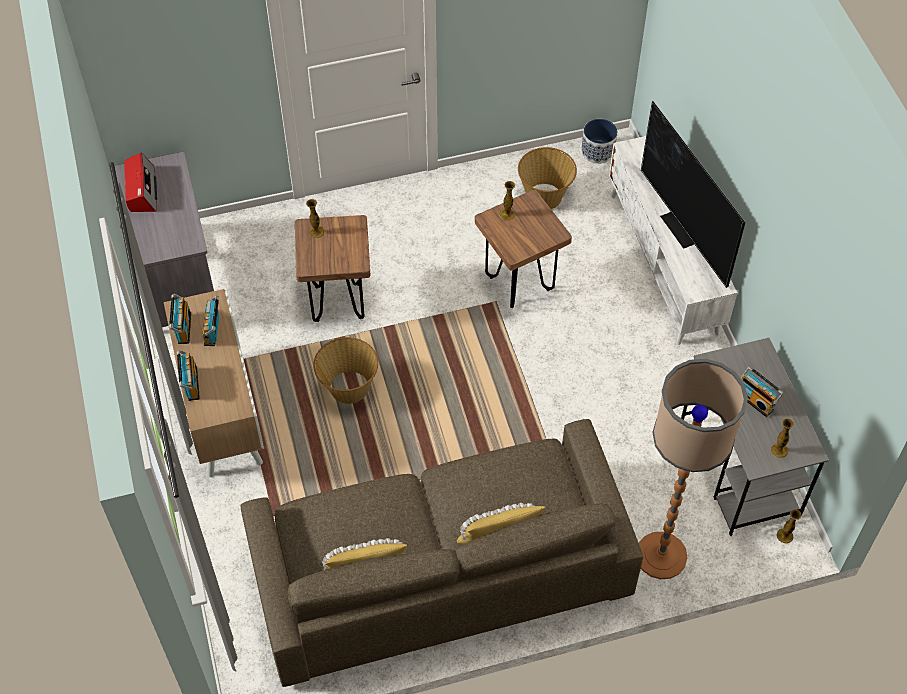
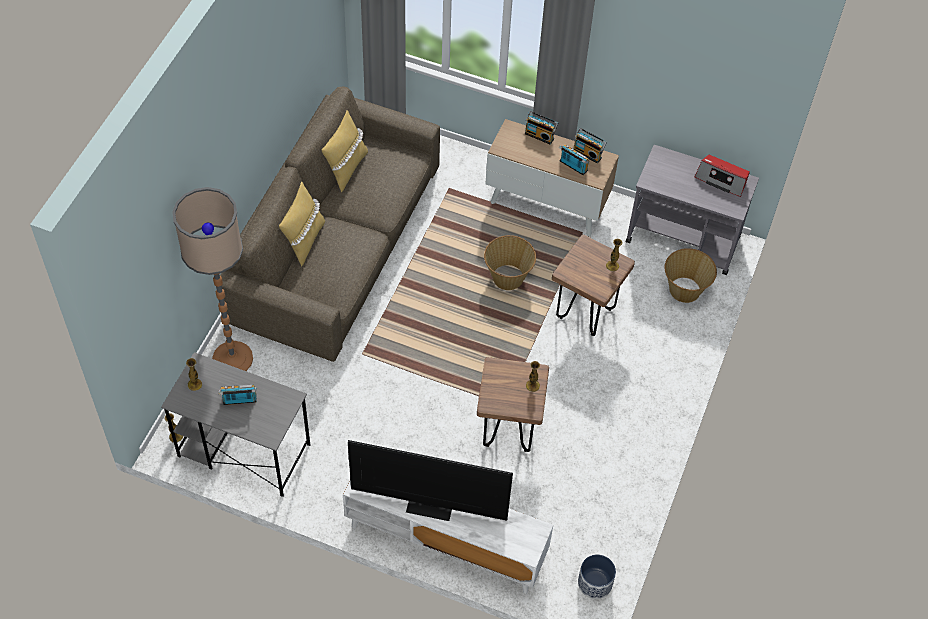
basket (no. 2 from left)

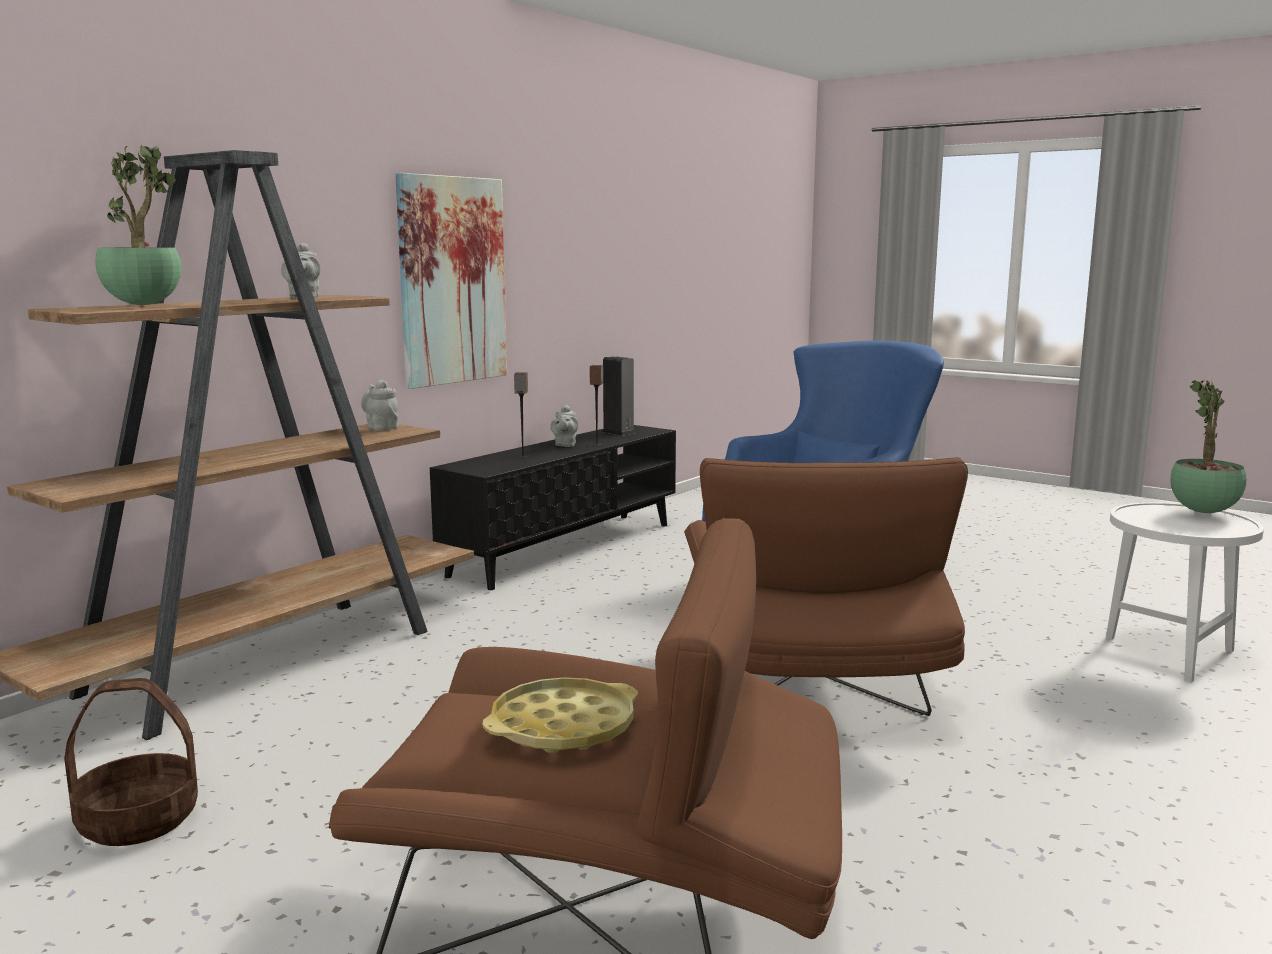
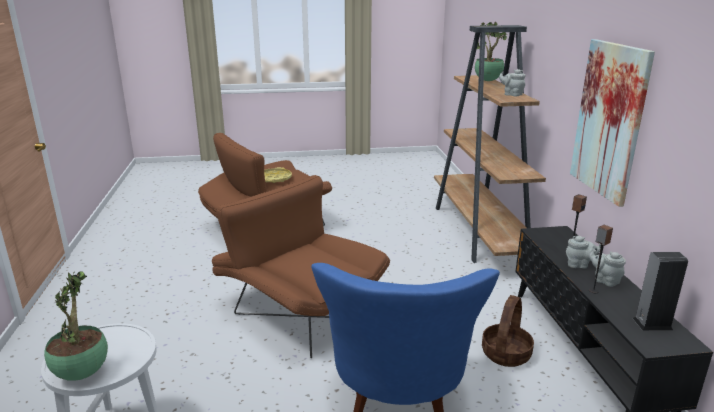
grey_teapot (no. 2 from left); basket

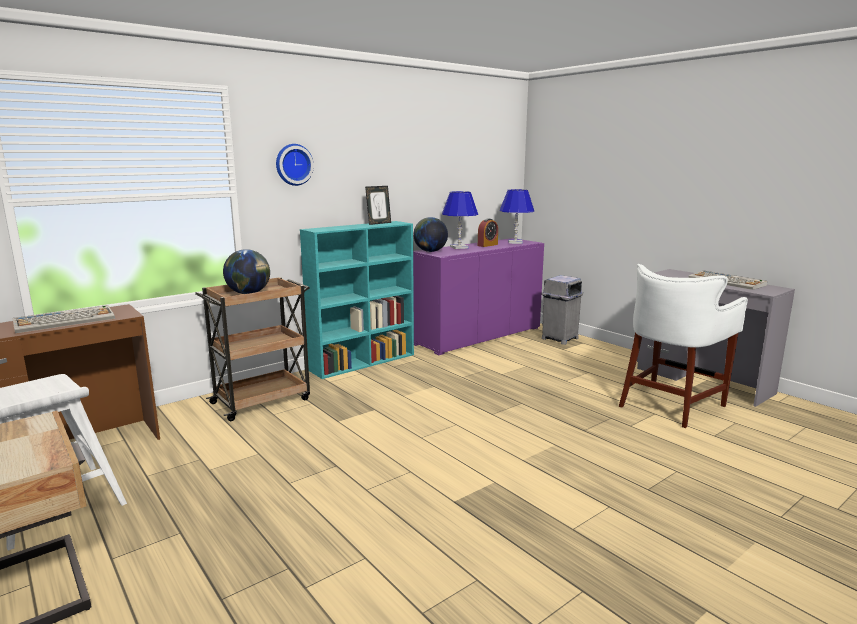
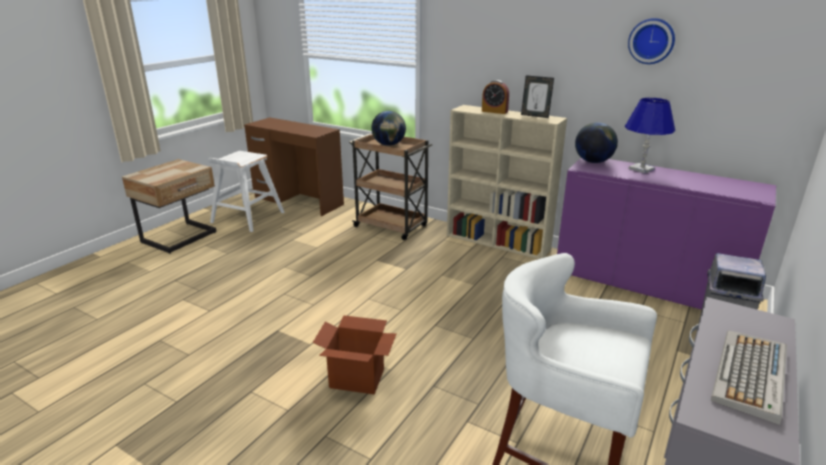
wall_clock; blue_table_lamp (no. 2 from left in the first image); alarm_clock; beige_bookcase; keyboard (no. 1 from left in the first image); cardboard_box

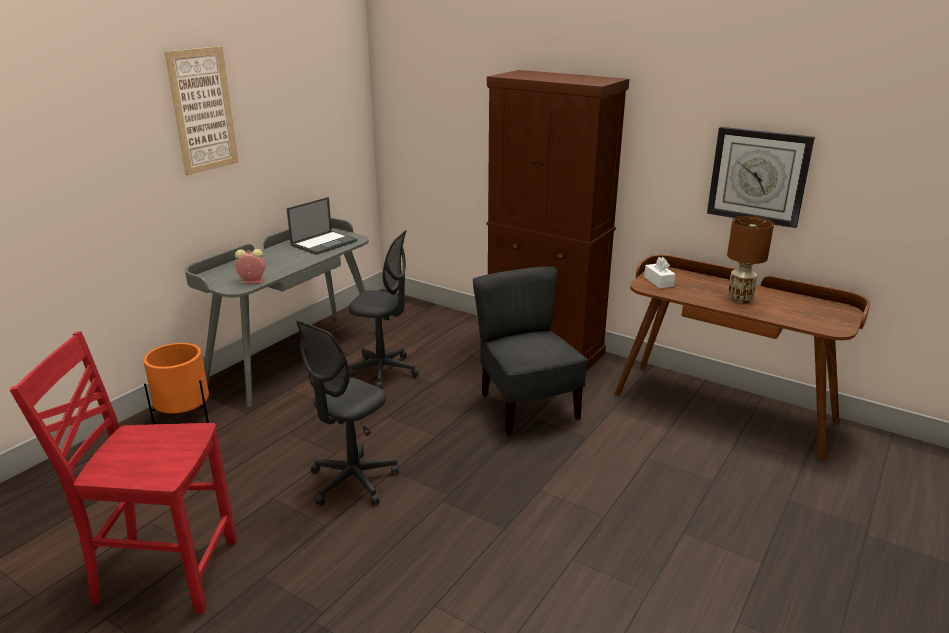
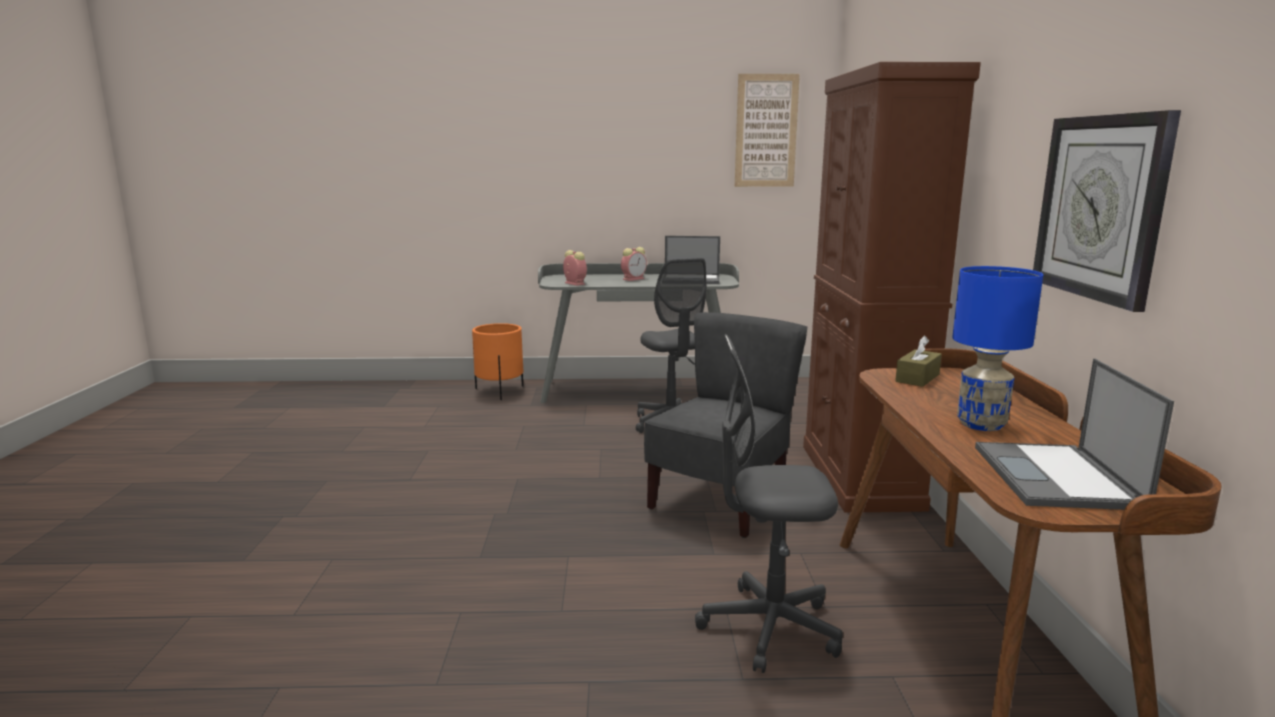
picture; blue_table_lamp; brown_tissue_box; grey_office_chair (no. 2 from left); red_chair; alarm_clock (no. 2 from left); laptop (no. 2 from left)

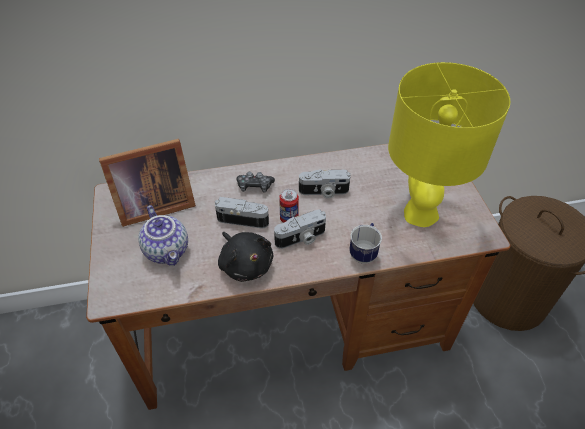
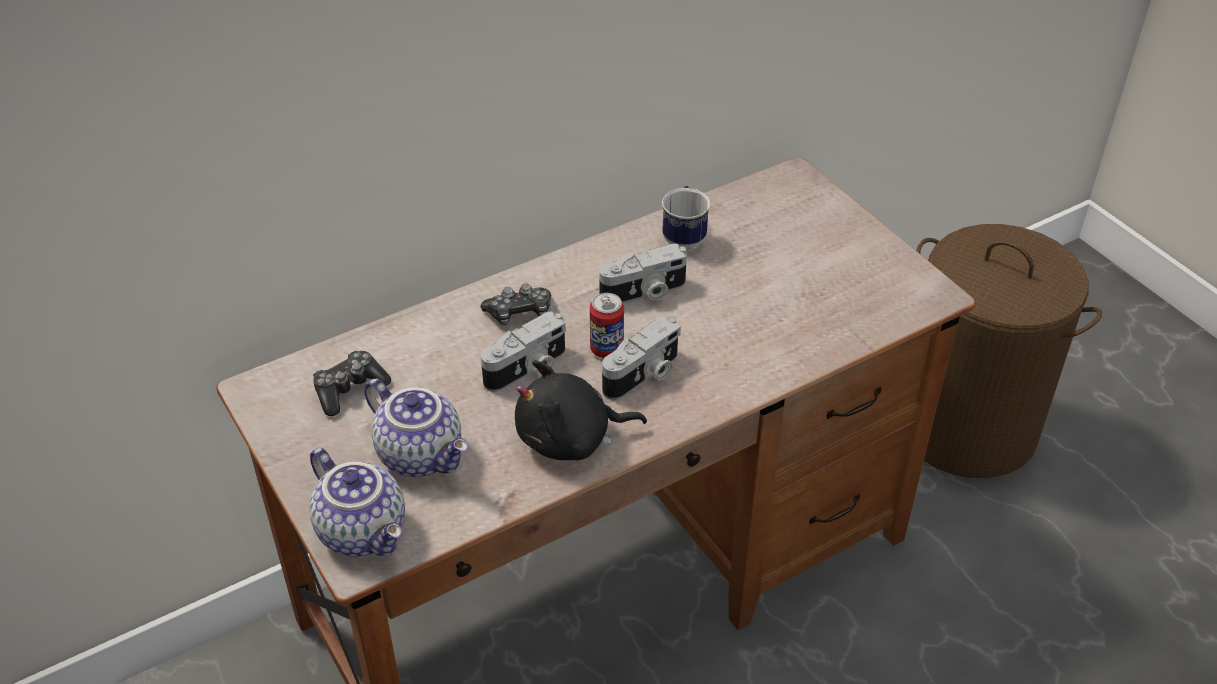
yellow_table_lamp; game_controller (no. 1 from left); photo_camera (no. 1 from left); mug; black_plush_toy; teapot (no. 1 from left)

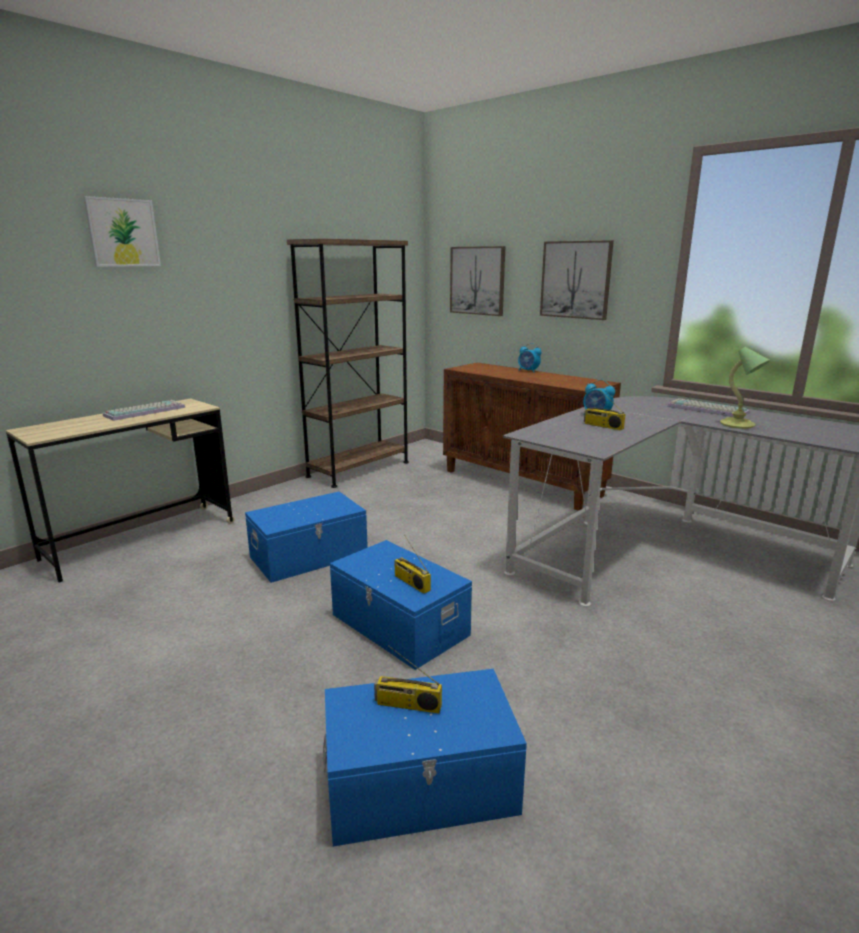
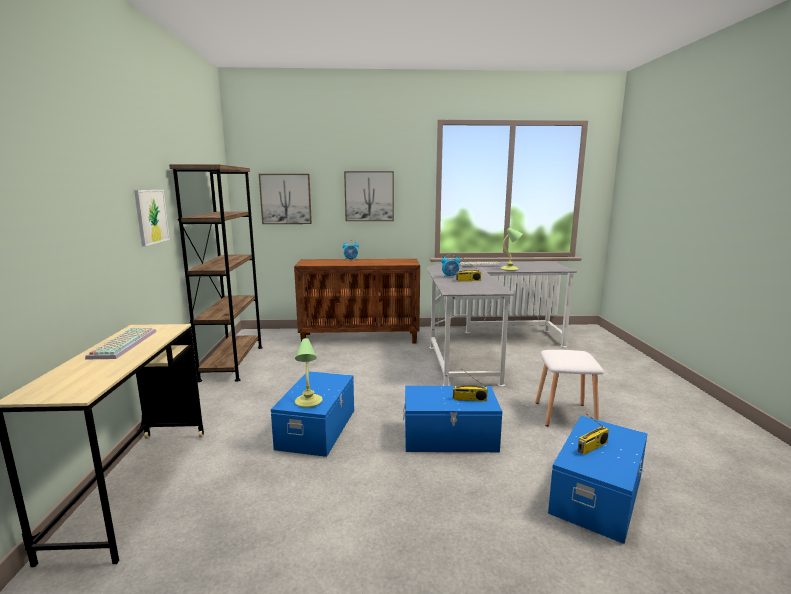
picture (no. 1 from left); table_lamp (no. 1 from left); white_stool

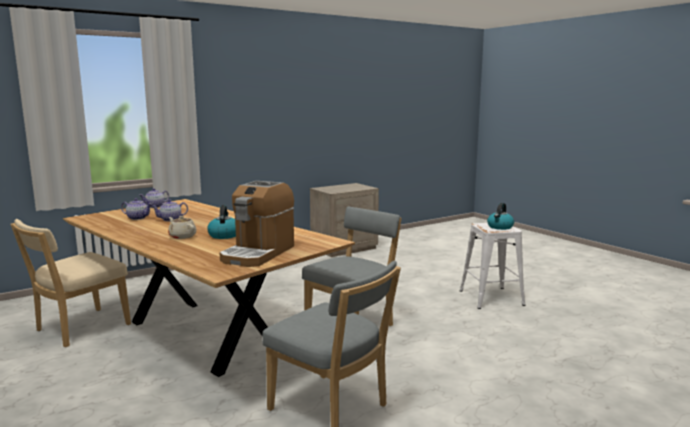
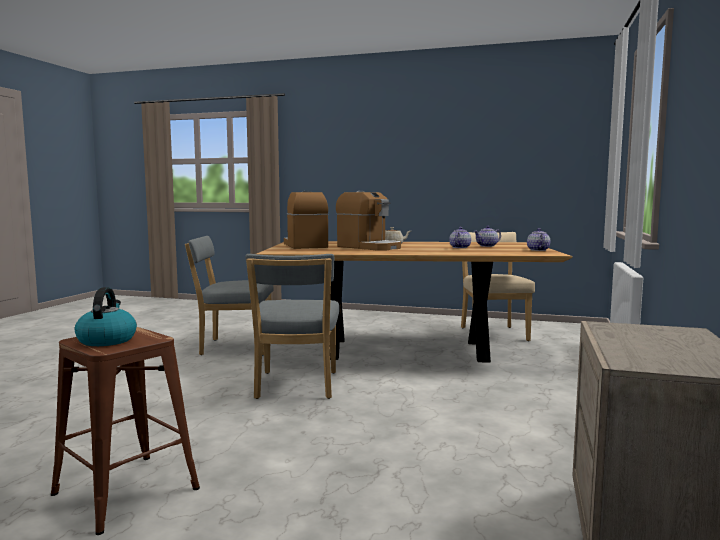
coffee_machine (no. 2 from left); brown_stool

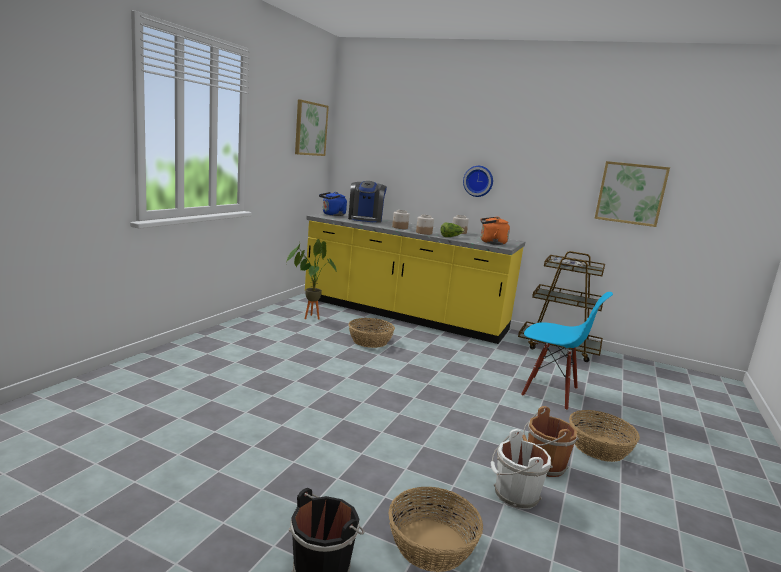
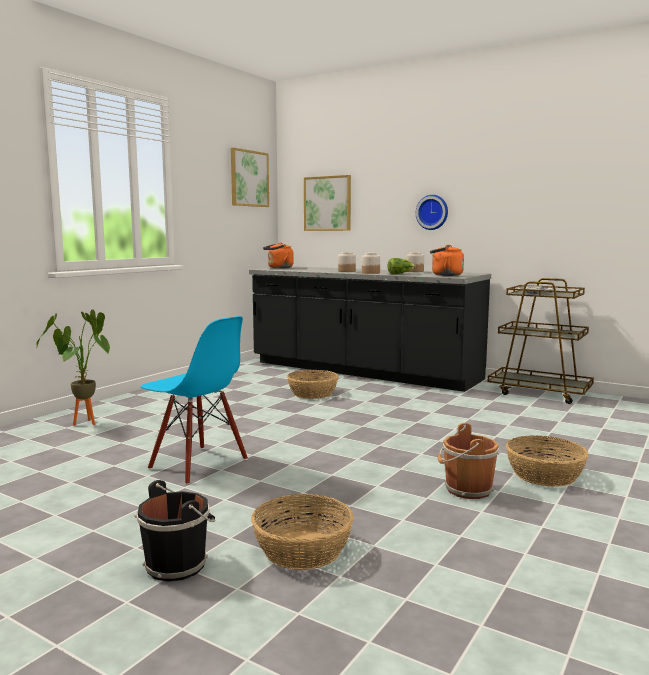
picture (no. 2 from left); coffee_machine; orange_kettle (no. 1 from left); black_counter; potted_plant; blue_chair; white_bucket

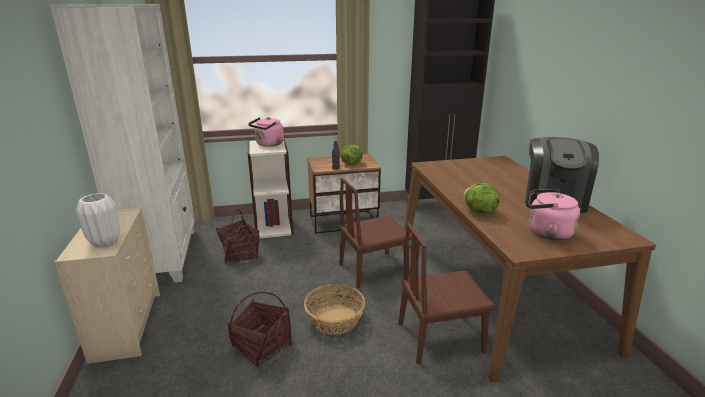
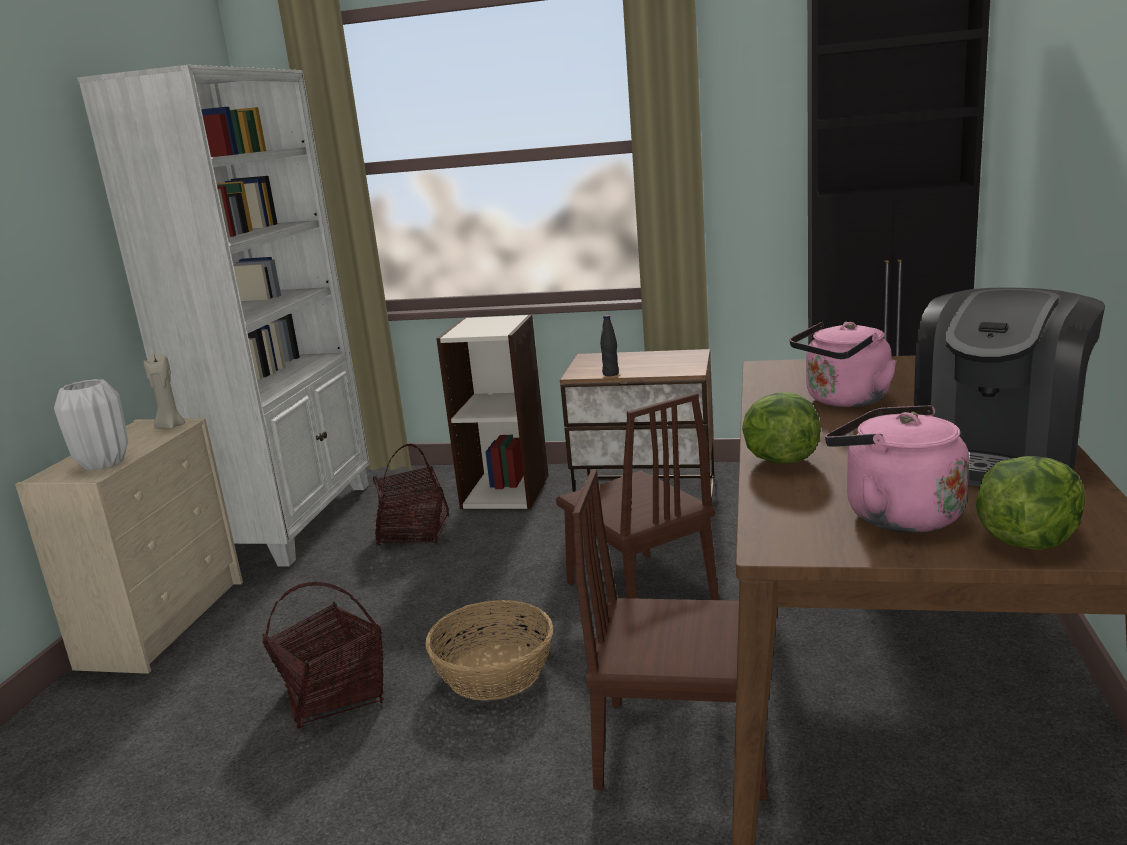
pink_kettle (no. 1 from left); lettuce (no. 2 from left); brown_chair (no. 1 from left); beige_candle

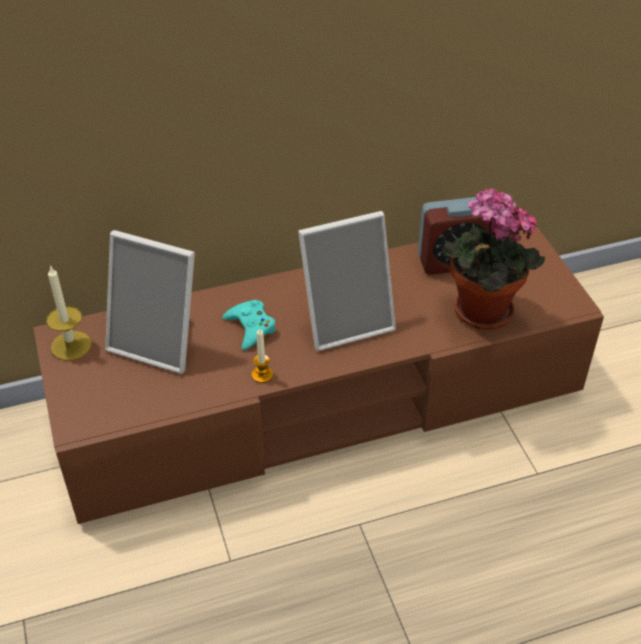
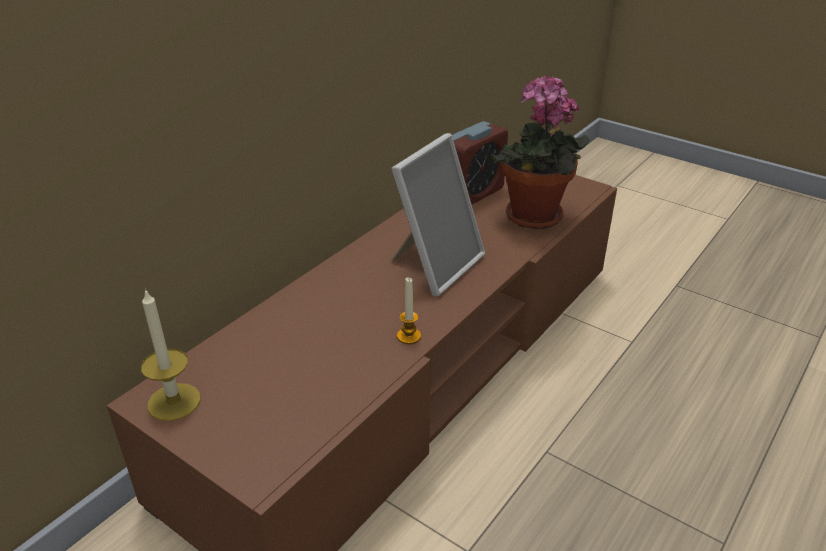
picture_frame (no. 1 from left in the first image); turquoise_game_controller

